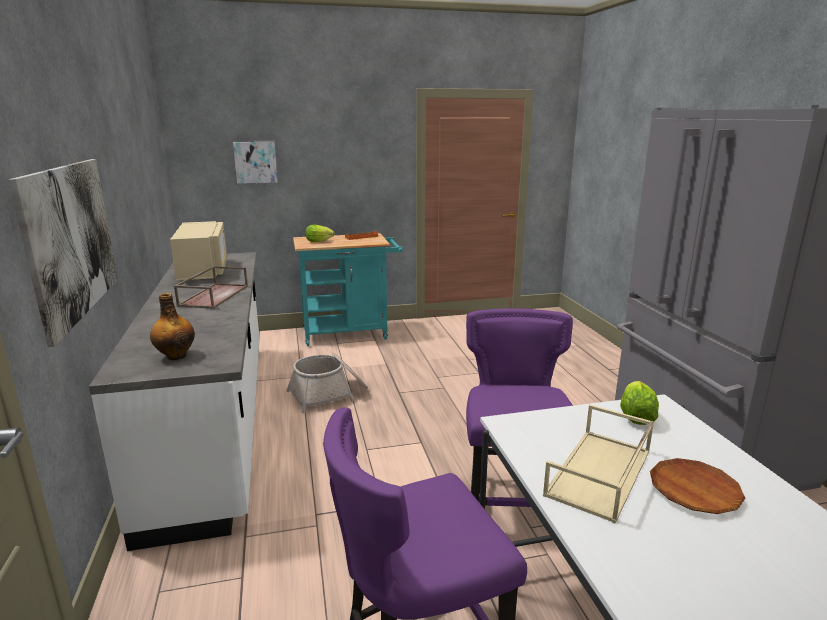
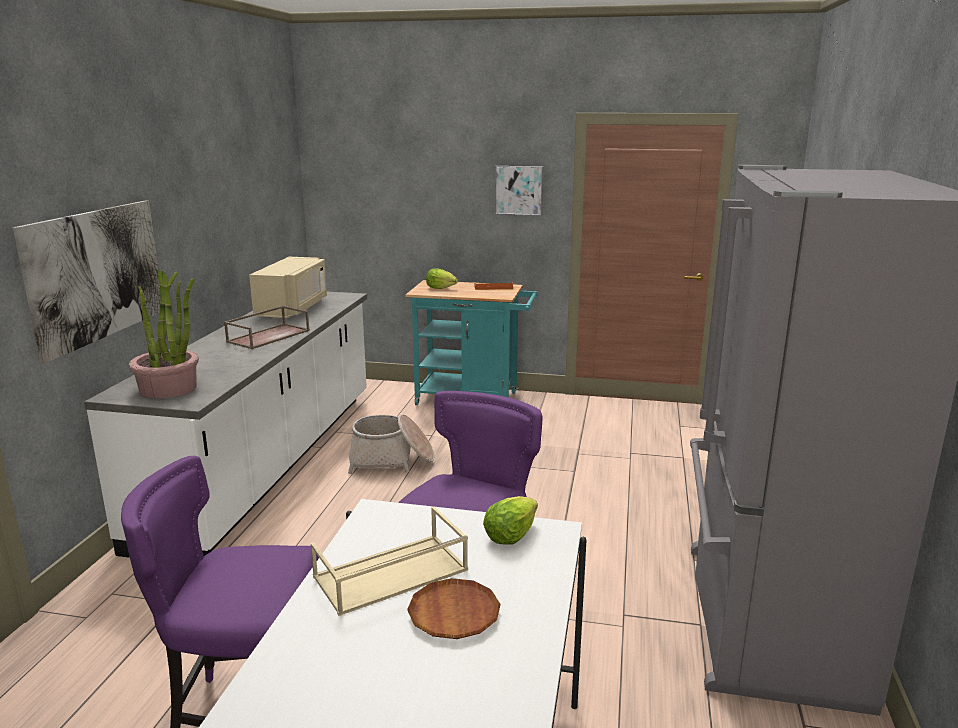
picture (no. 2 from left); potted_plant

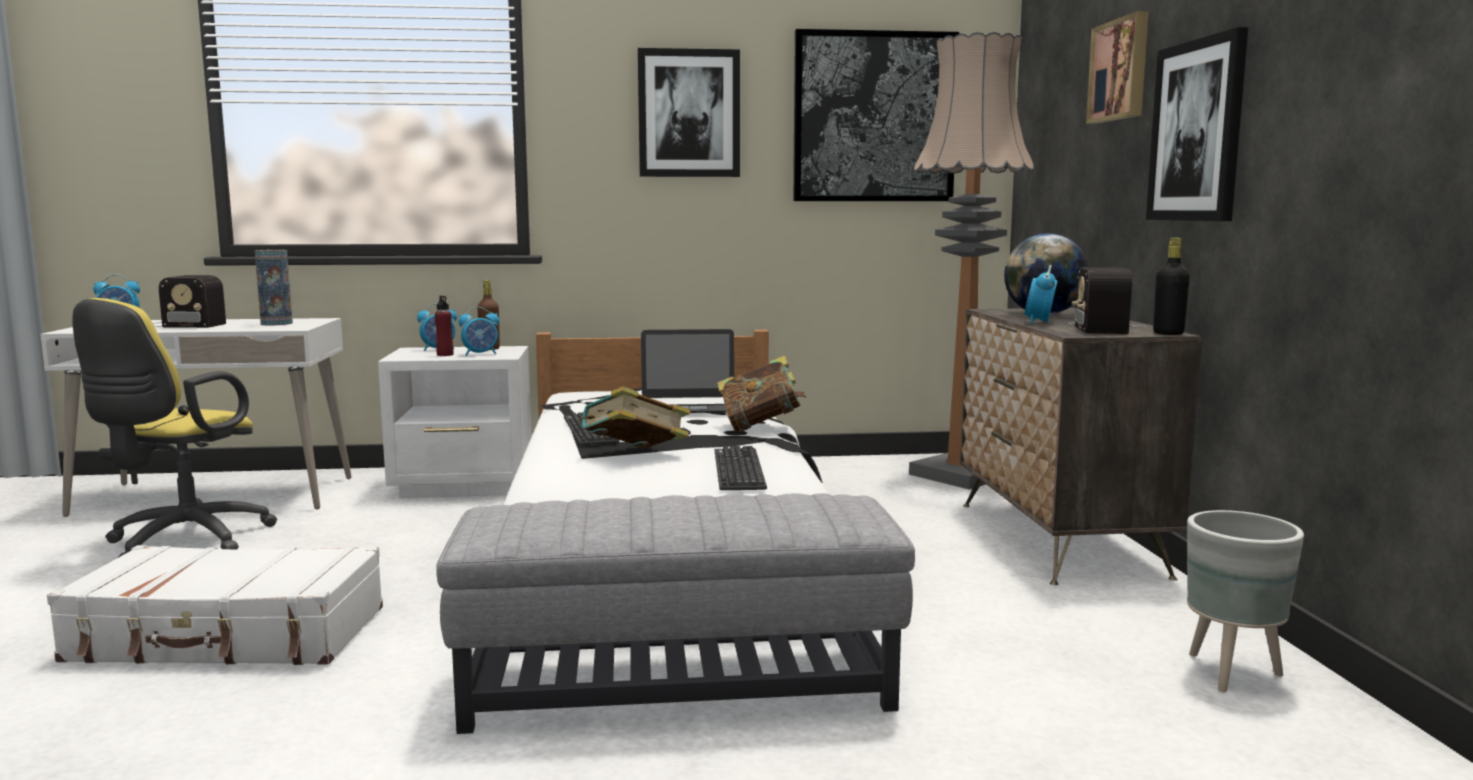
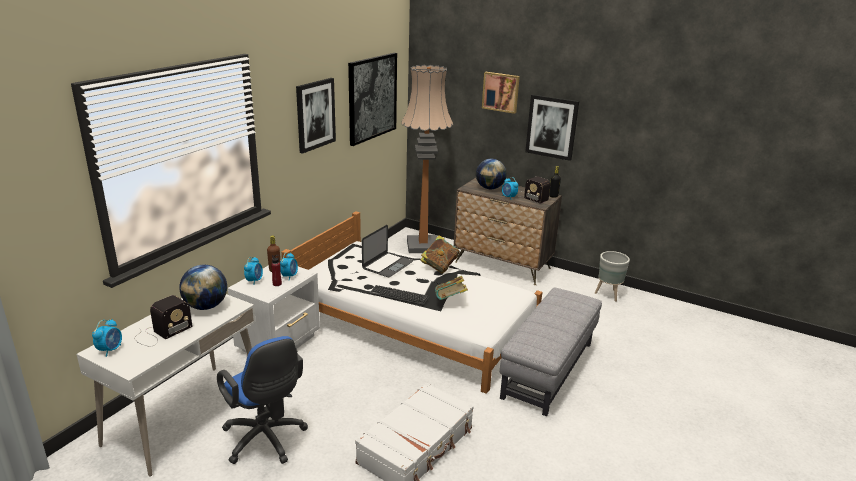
globe (no. 1 from left); blue_office_chair; keyboard (no. 2 from left in the first image)

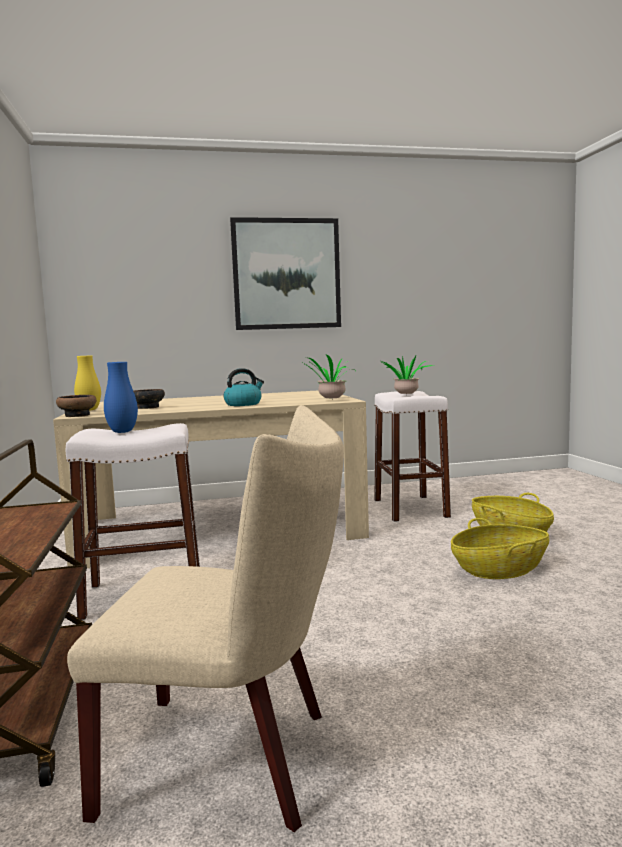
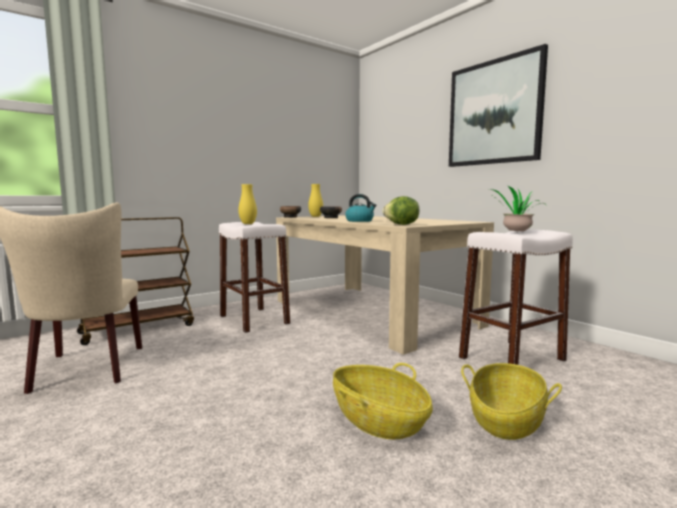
lettuce; yellow_vase (no. 1 from left)

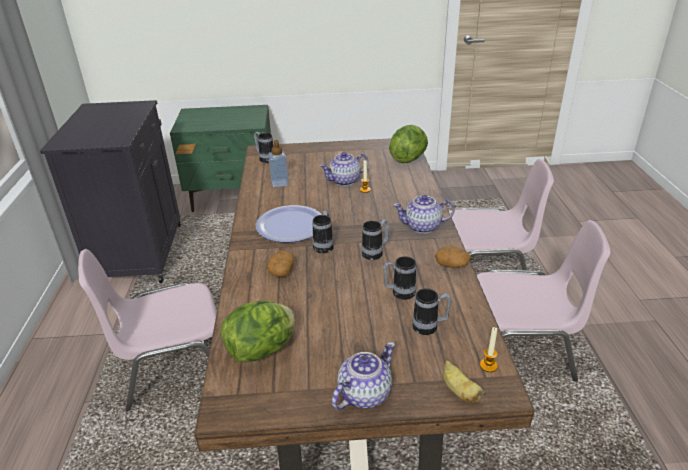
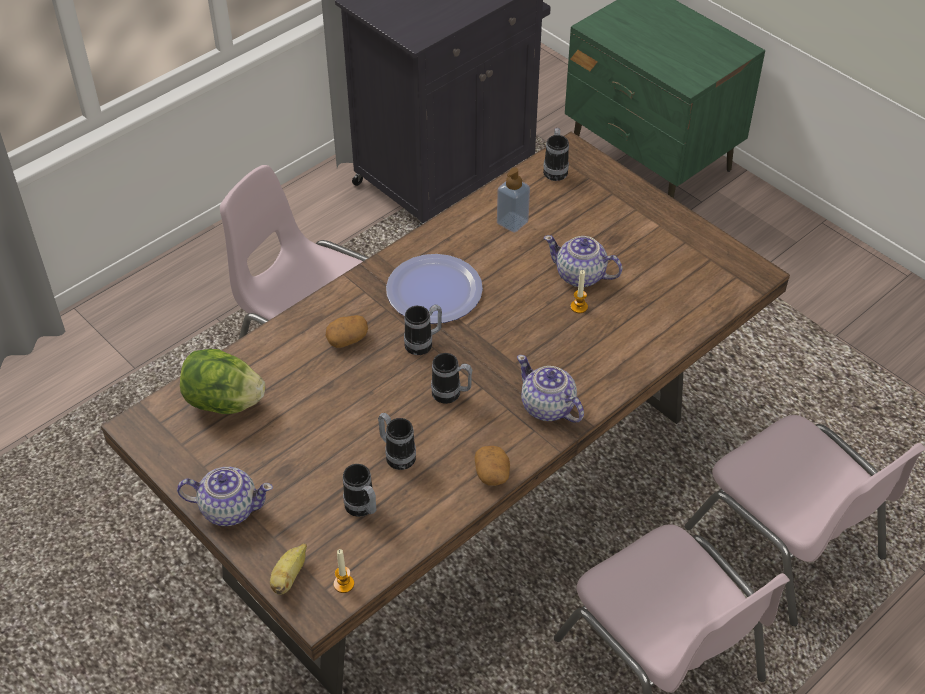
lettuce (no. 2 from left in the first image)

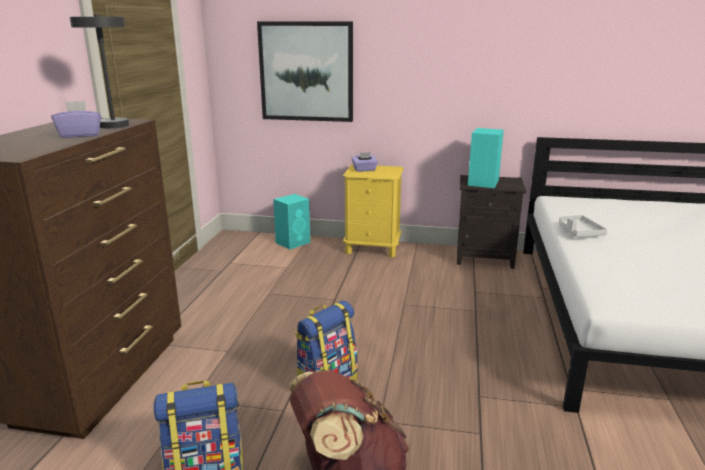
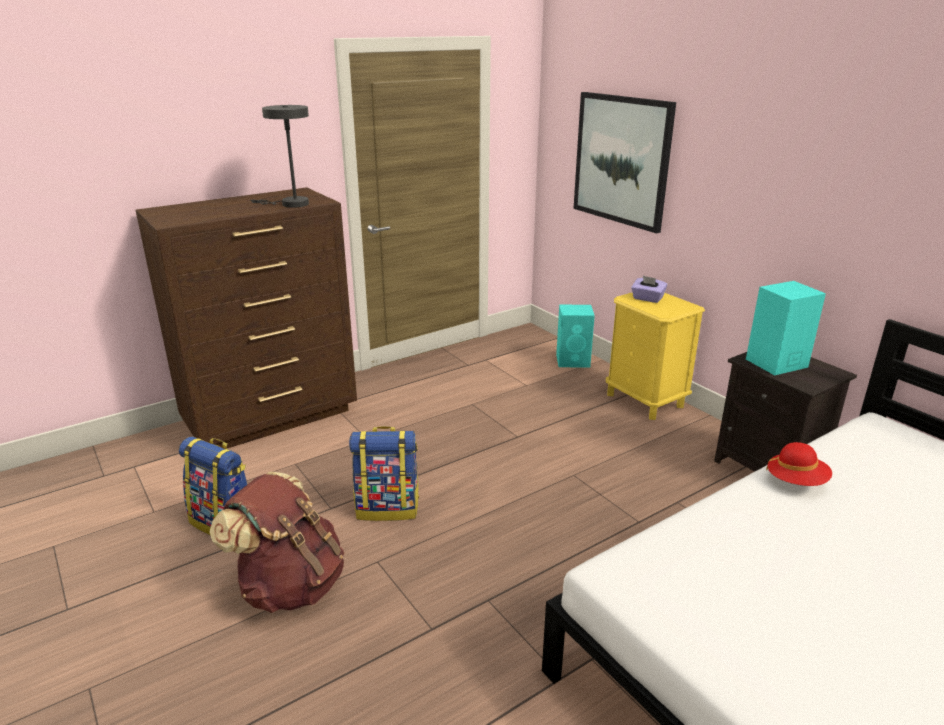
purple_tissue_box (no. 1 from left in the first image); red_hat

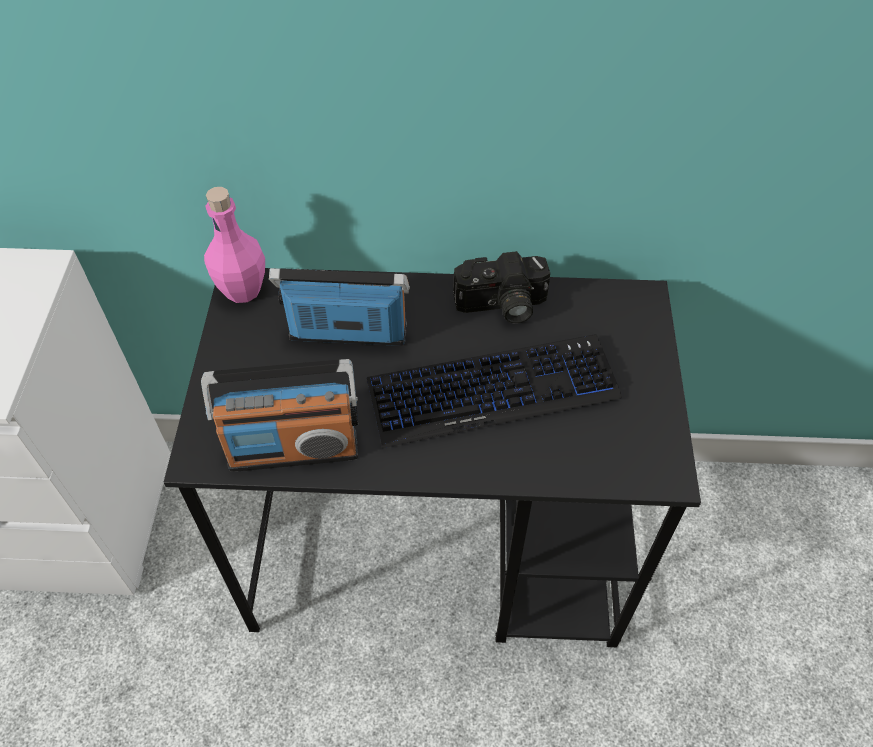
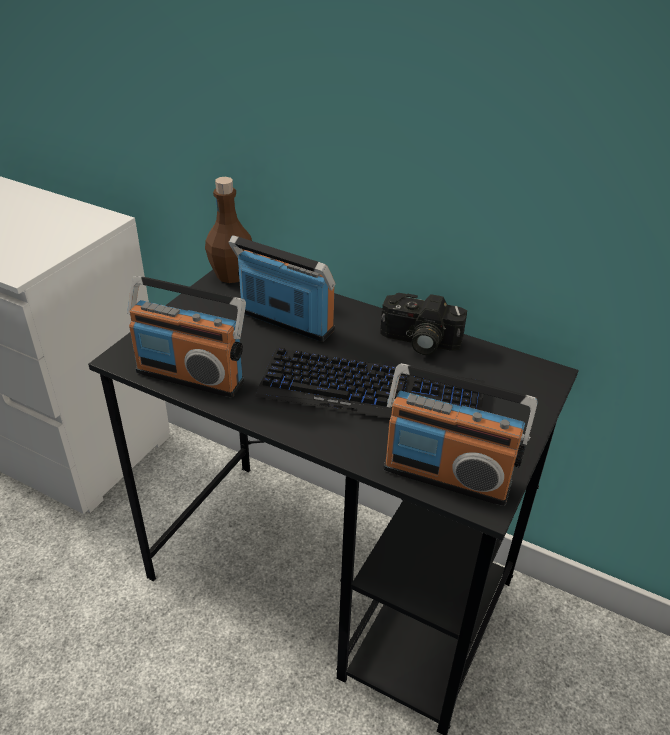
brown_bottle; radio (no. 3 from left)

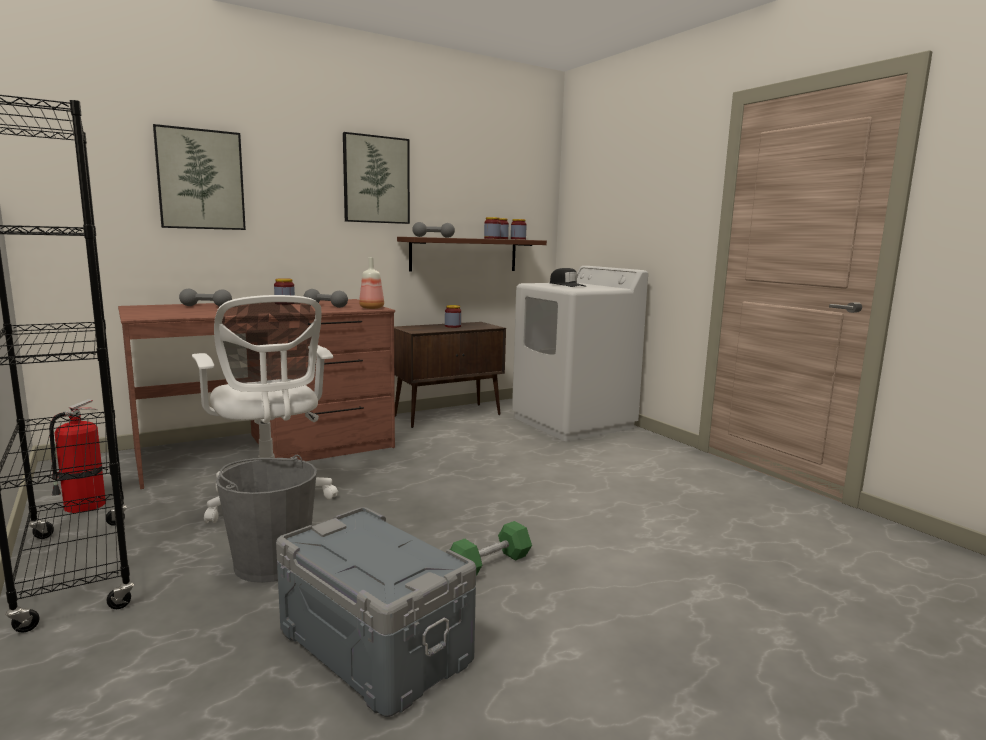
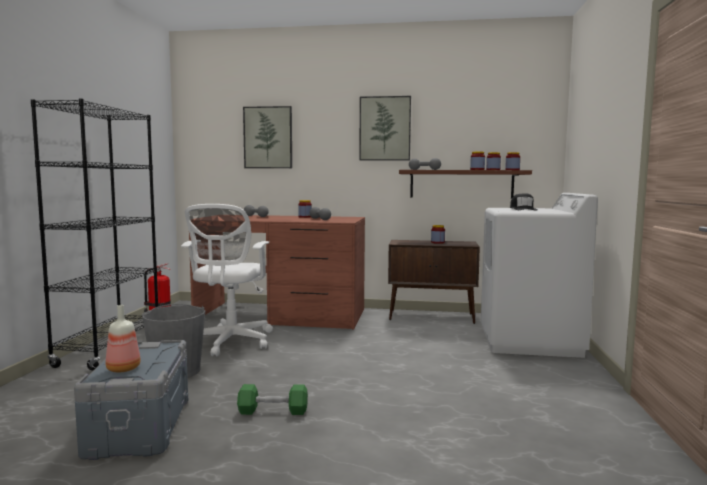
bottle

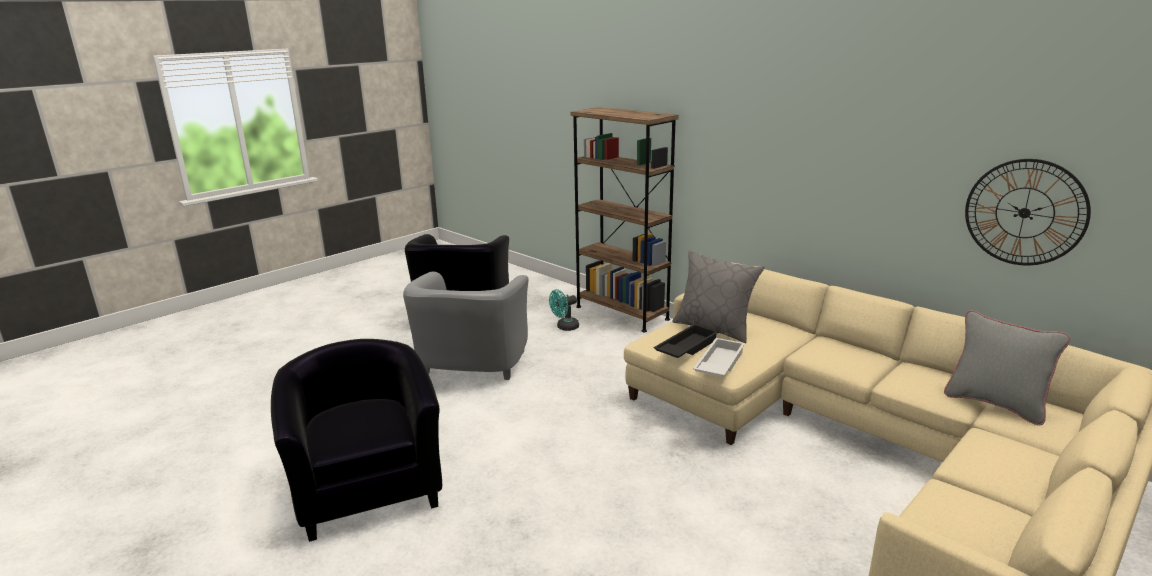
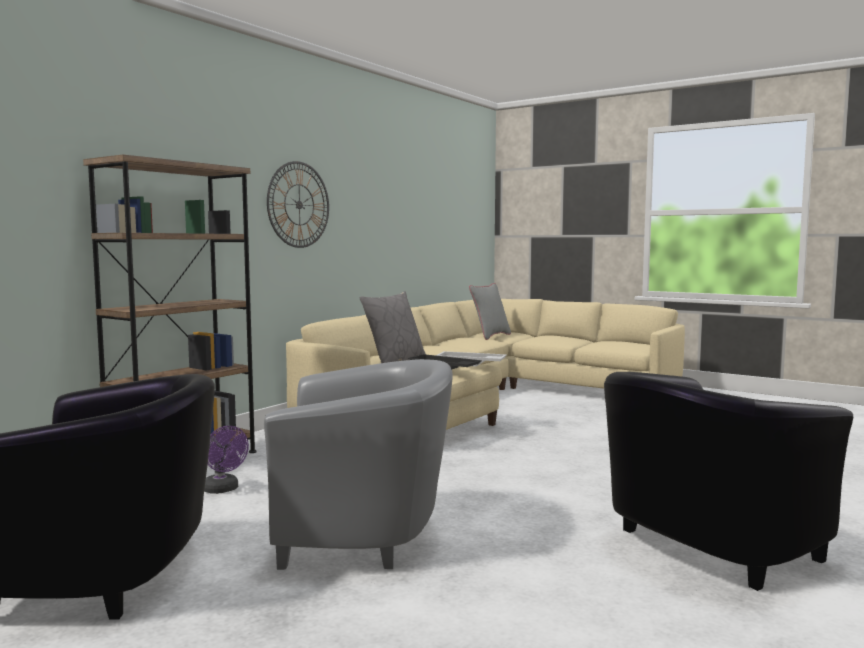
wall_clock; purple_fan

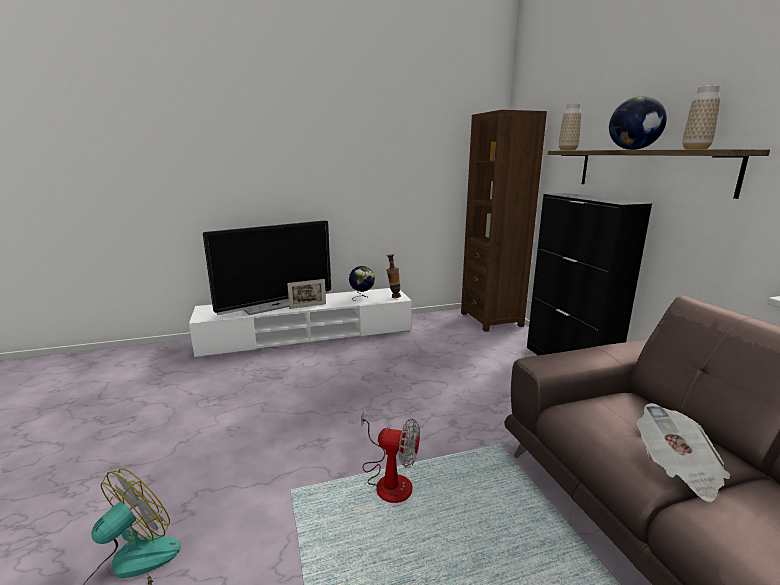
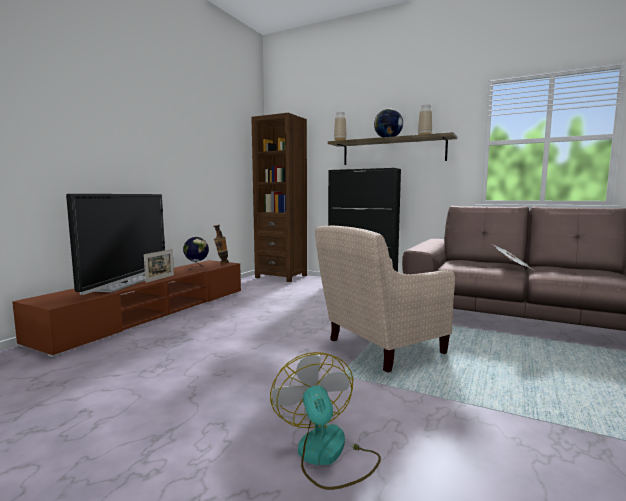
brown_tv_stand; beige_armchair

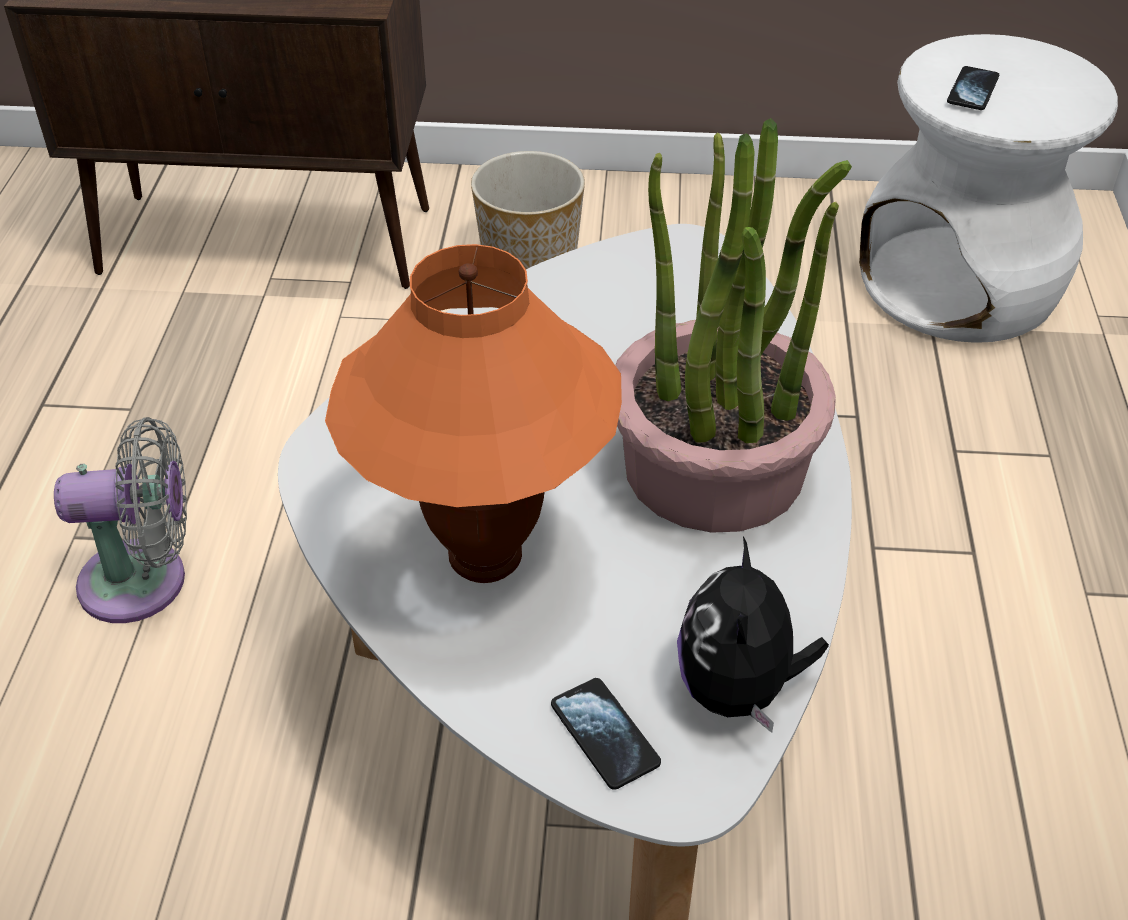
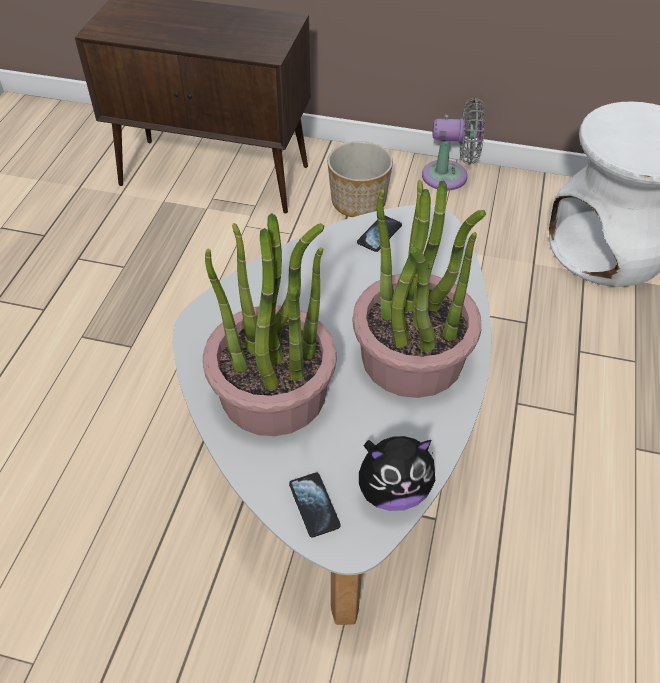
phone (no. 2 from left); potted_plant (no. 1 from left); grey_fan; plush_toy

